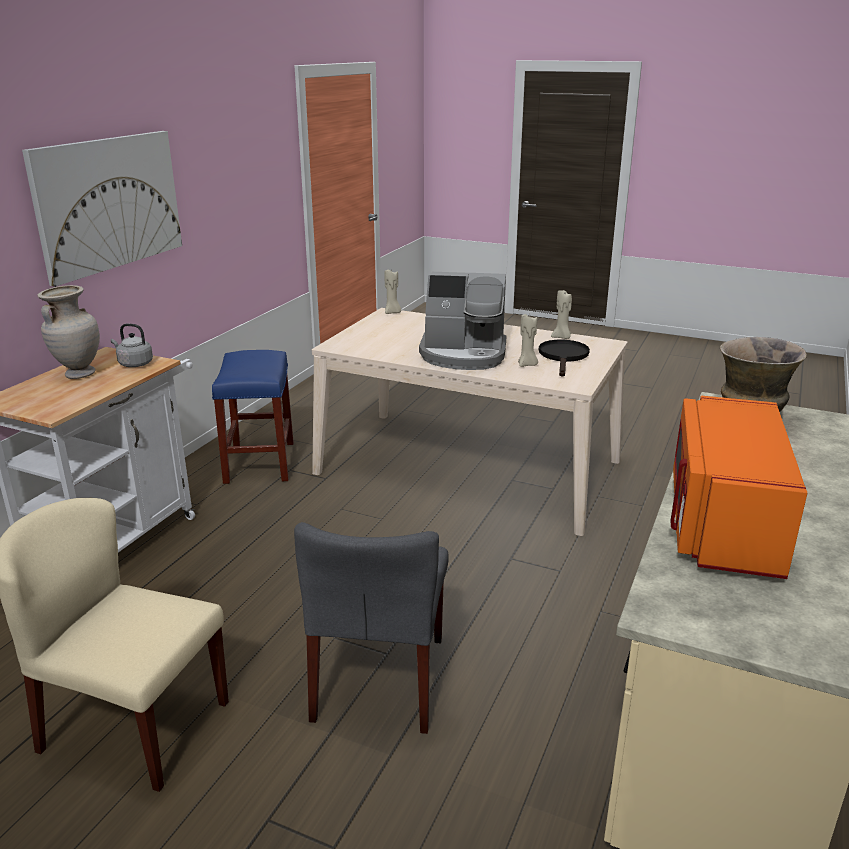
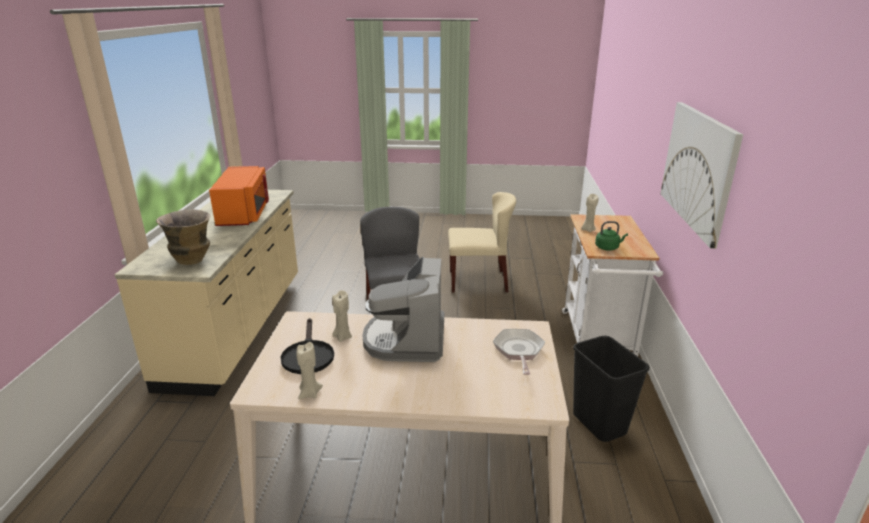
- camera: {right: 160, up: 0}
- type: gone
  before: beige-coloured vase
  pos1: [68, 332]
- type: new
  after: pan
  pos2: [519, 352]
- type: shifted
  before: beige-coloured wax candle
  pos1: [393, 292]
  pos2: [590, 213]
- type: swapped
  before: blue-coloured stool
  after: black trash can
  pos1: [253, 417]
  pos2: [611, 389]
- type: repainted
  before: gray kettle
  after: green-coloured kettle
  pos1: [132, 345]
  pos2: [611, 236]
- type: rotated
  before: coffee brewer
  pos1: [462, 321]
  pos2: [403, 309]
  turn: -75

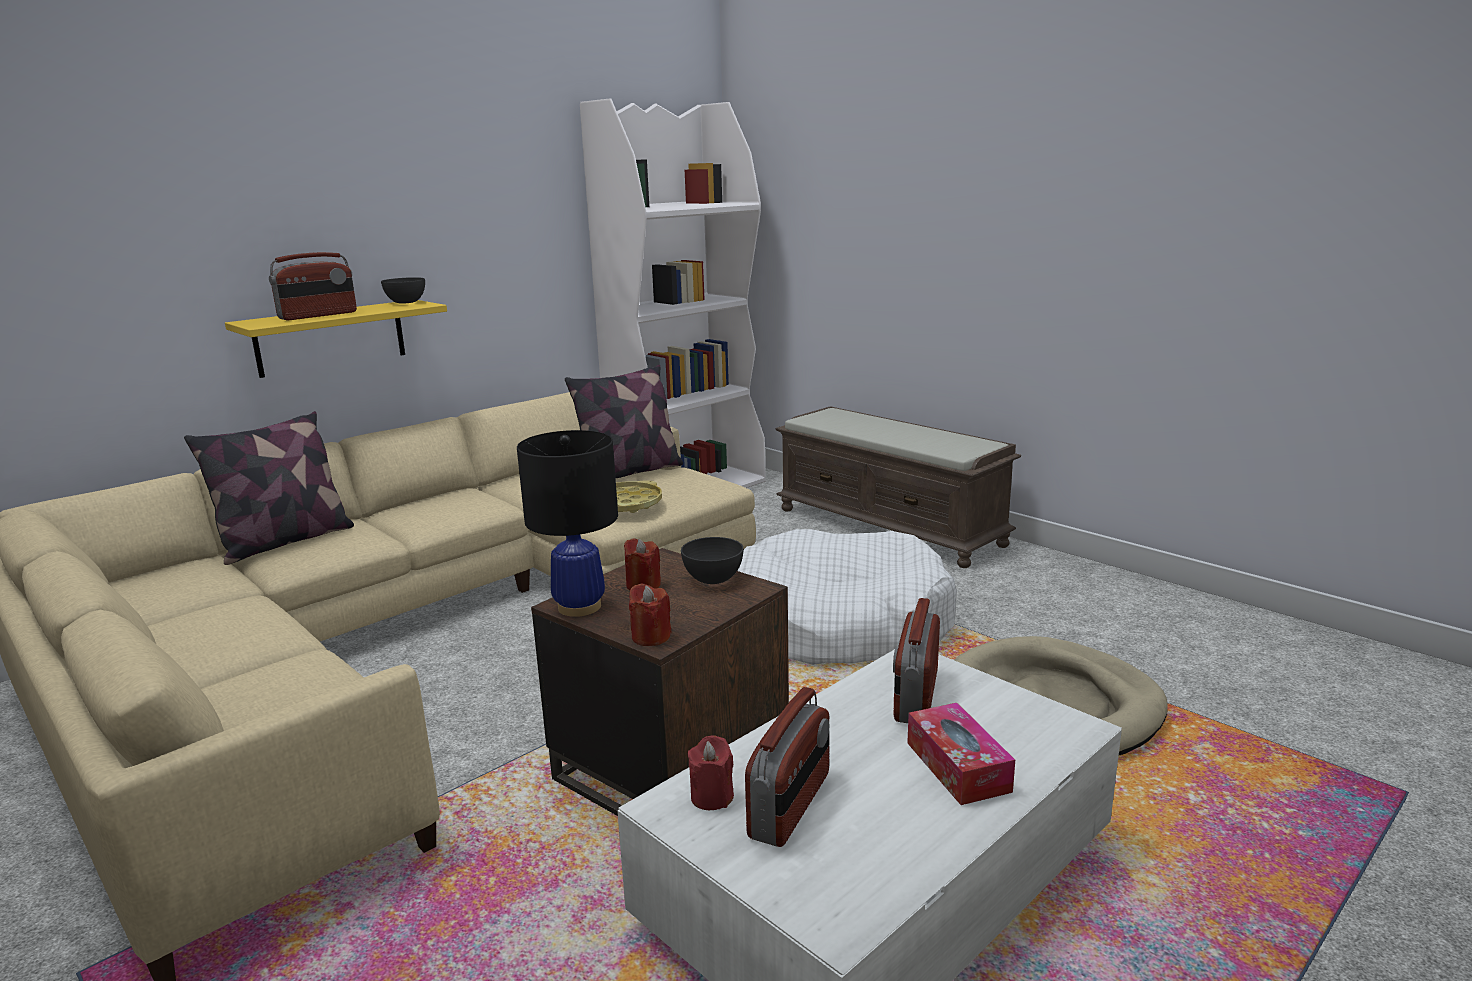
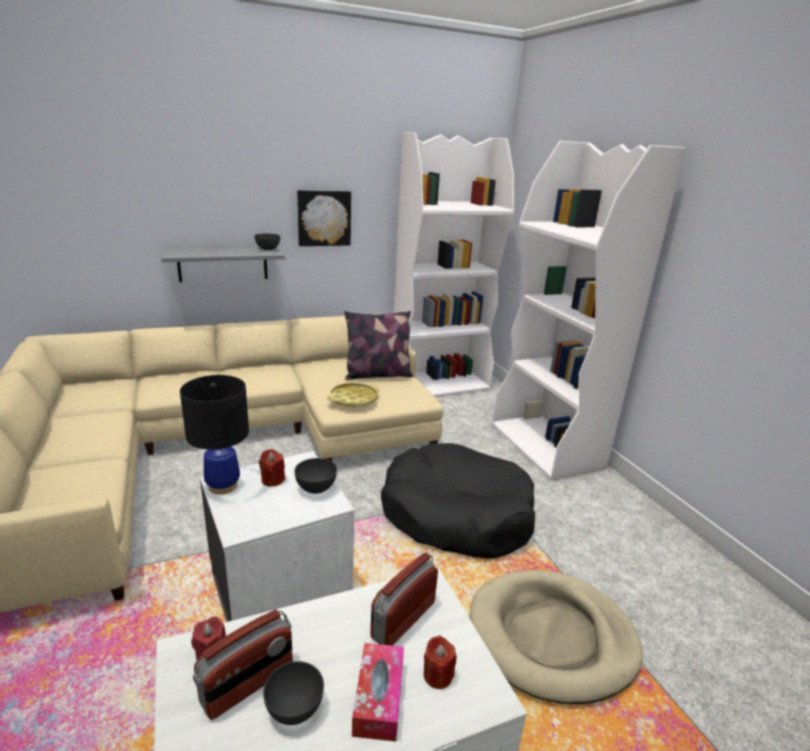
- camera: {right: 20, up: 5}
- type: gone
  before: throw pillow
  pos1: [269, 488]
- type: gone
  before: radio set
  pos1: [313, 286]
- type: new
  after: gray bowl
  pos2: [293, 693]
- type: new
  after: wall picture
  pos2: [324, 218]
- type: shifted
  before: reddish wax candle
  pos1: [650, 614]
  pos2: [440, 662]
- type: swapped
  before: brown long seat
  after: white bookcase
  pos1: [898, 487]
  pos2: [589, 311]
- type: repainted
  before: yellow-coloured wall shelf
  after: gray wall shelf
  pos1: [336, 339]
  pos2: [223, 264]
- type: repainted
  before: brown side table
  after: white side table
  pos1: [660, 682]
  pos2: [277, 536]
- type: repainted
  before: white pet bed
  after: black pet bed
  pos1: [847, 597]
  pos2: [458, 501]

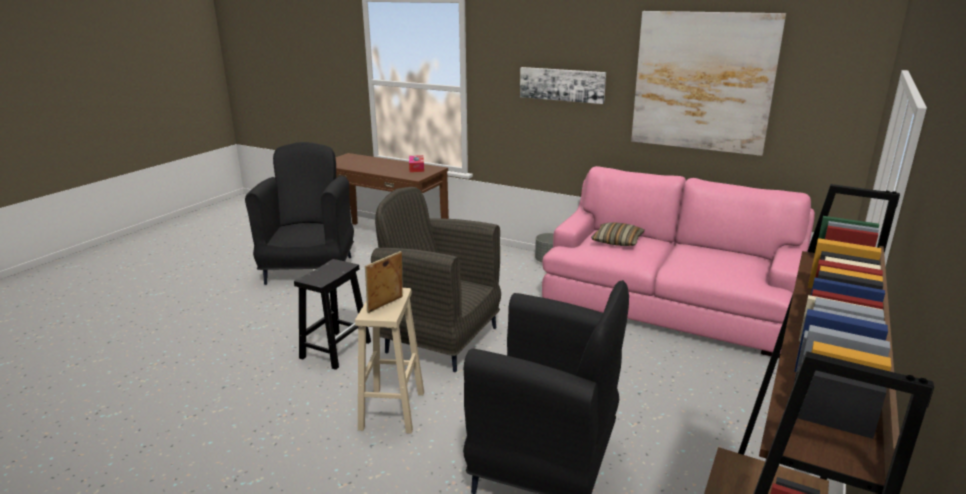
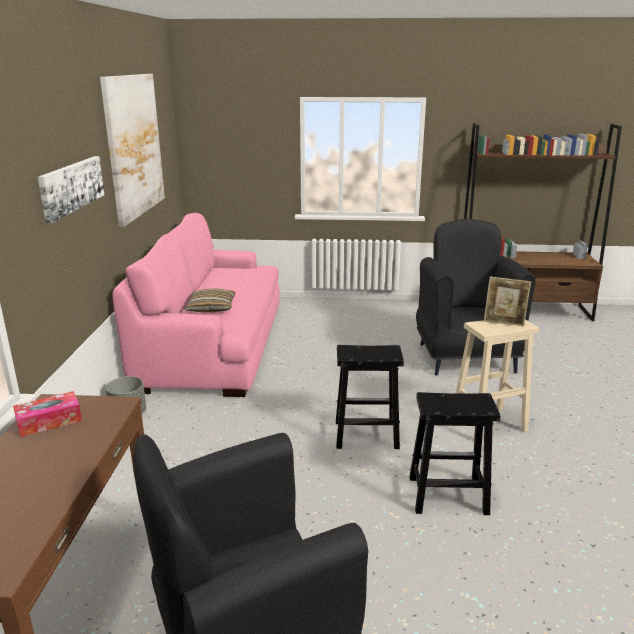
- camera: {right: -115, up: 0}
- type: swapped
  before: gray lounge chair
  after: black stool
  pos1: [436, 279]
  pos2: [370, 397]

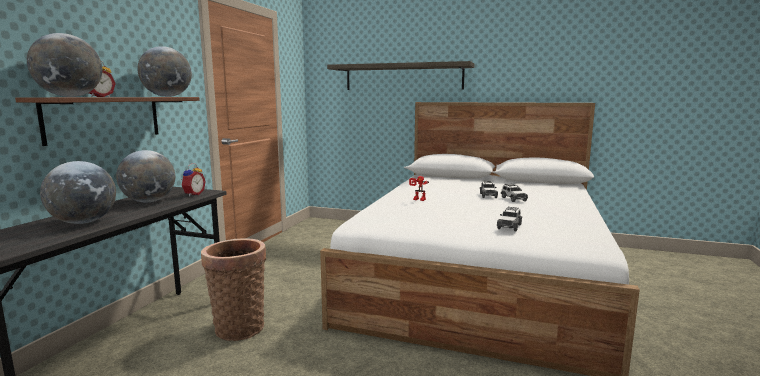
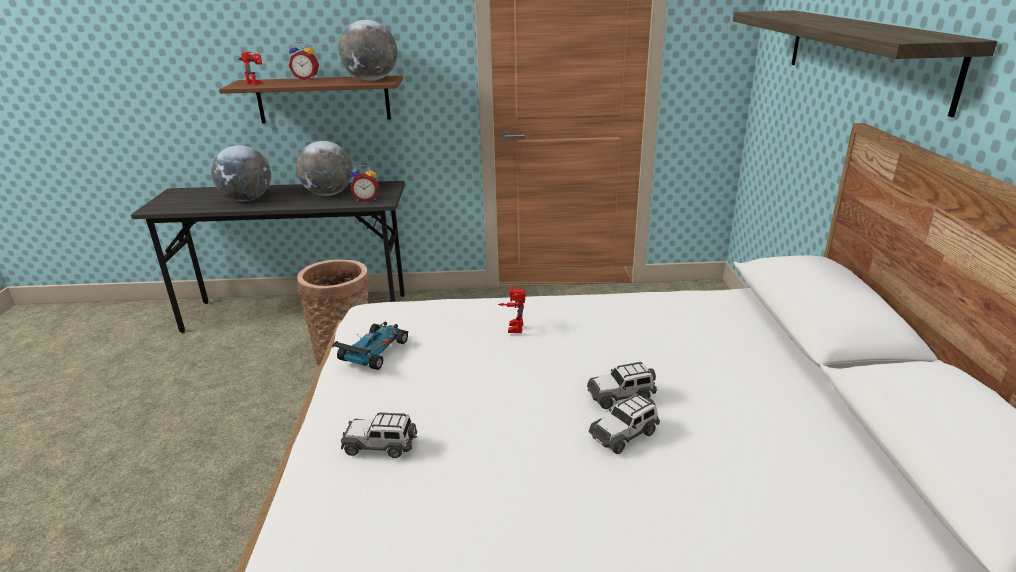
- camera: {right: 70, up: 15}
- type: new
  after: miniature car
  pos2: [370, 345]
- type: swapped
  before: globe
  after: model robot
  pos1: [64, 65]
  pos2: [250, 68]

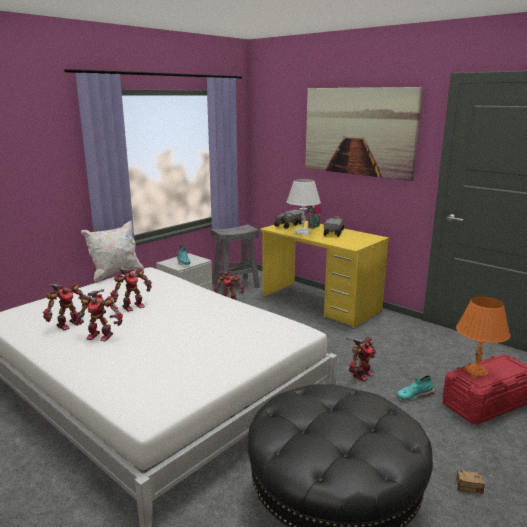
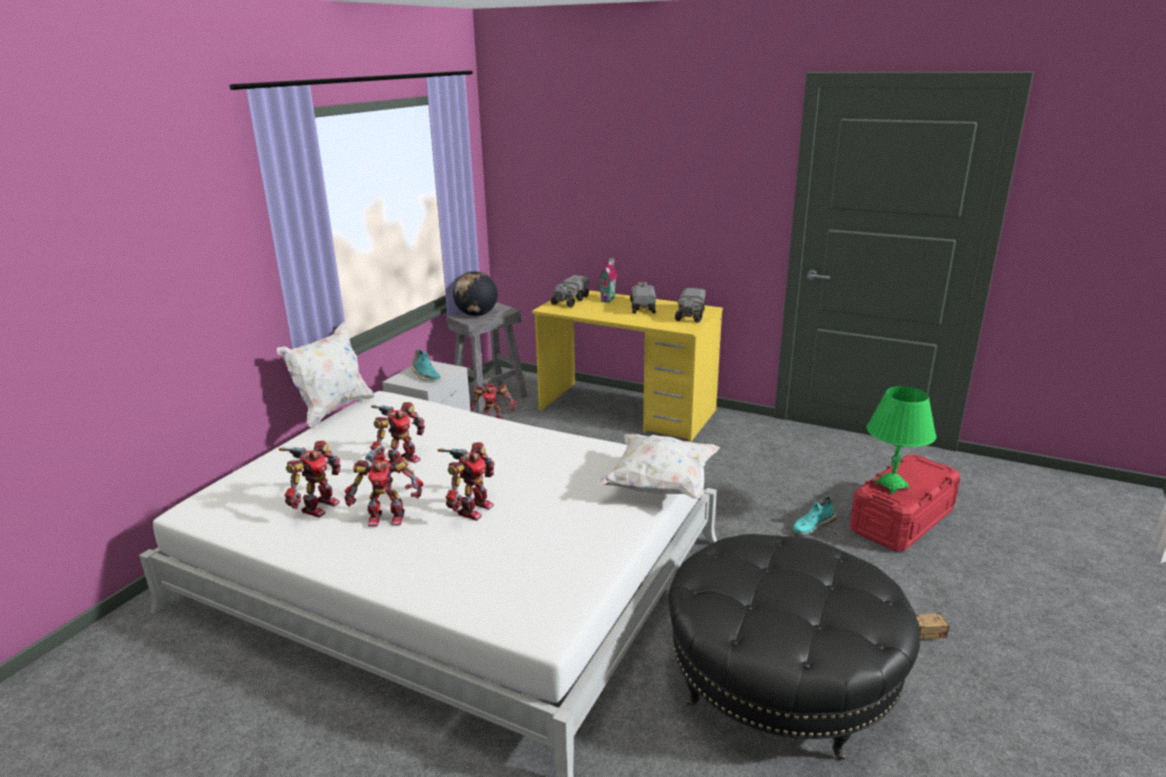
- camera: {right: -15, up: 5}
- type: gone
  before: white lamp for a table
  pos1: [304, 207]
- type: gone
  before: wall picture
  pos1: [363, 134]
- type: new
  after: globe
  pos2: [475, 293]
- type: new
  after: white throw pillow
  pos2: [659, 466]
- type: new
  after: toy lorry
  pos2: [690, 305]
- type: shifted
  before: model robot
  pos1: [361, 359]
  pos2: [466, 481]
- type: repainted
  before: orange lamp for a table
  after: green-coloured lamp for a table
  pos1: [483, 337]
  pos2: [901, 440]

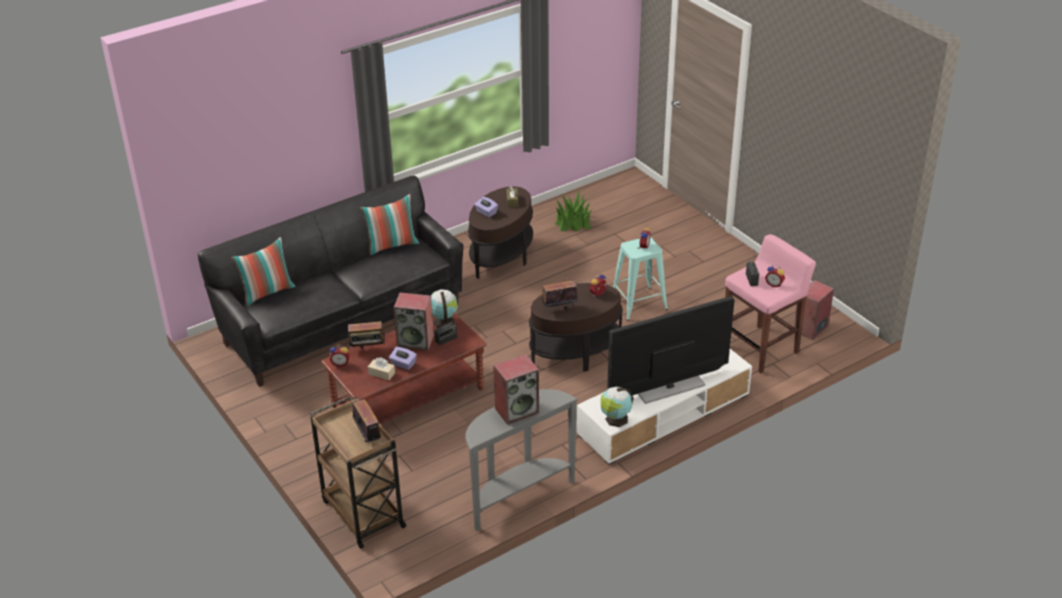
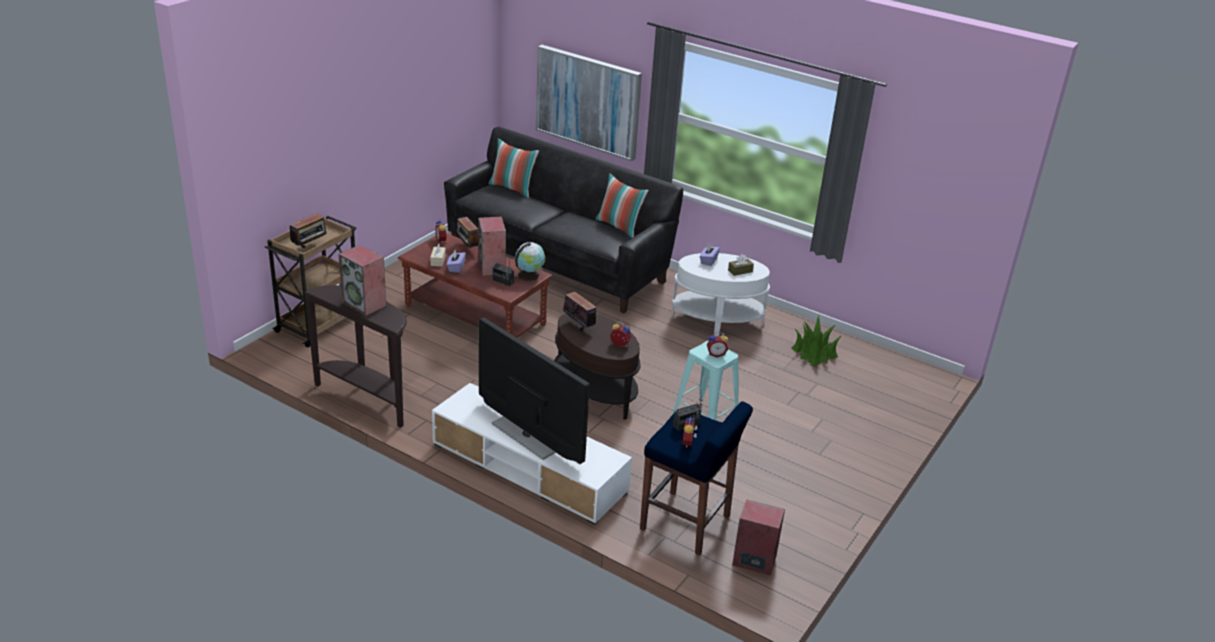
- camera: {right: 65, up: -5}
- type: gone
  before: globe
  pos1: [617, 407]
- type: new
  after: wall picture
  pos2: [589, 103]
- type: repainted
  before: gray narrow table
  after: brown narrow table
  pos1: [521, 460]
  pos2: [355, 356]
- type: repainted
  before: brown side table
  after: white side table
  pos1: [500, 232]
  pos2: [721, 294]
- type: repainted
  before: pink stool
  after: blue-coloured stool
  pos1: [770, 303]
  pos2: [696, 478]

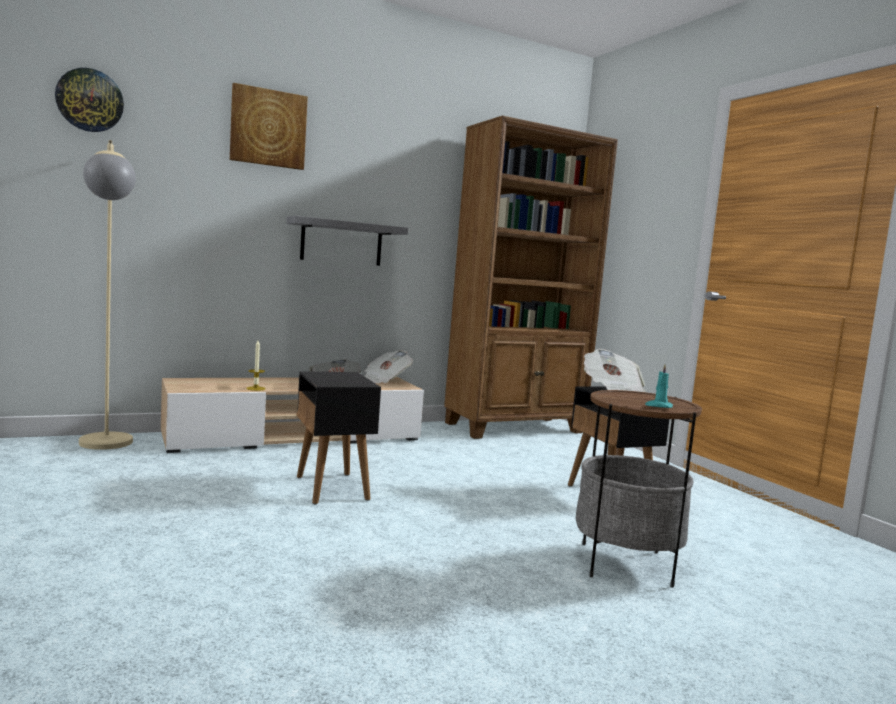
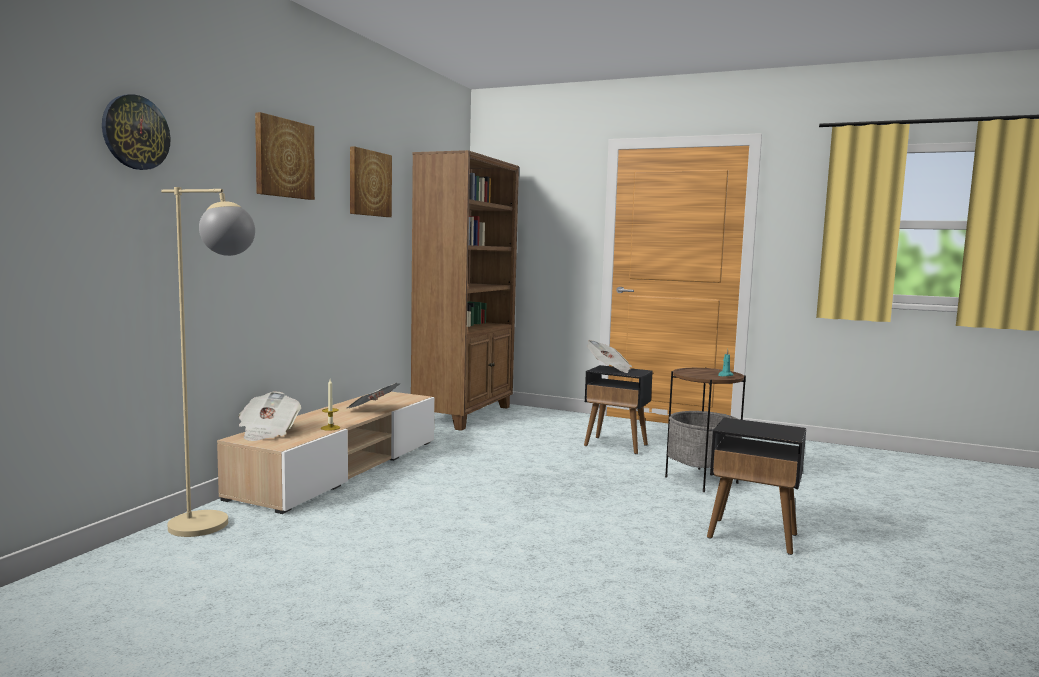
- camera: {right: -40, up: 0}
- type: gone
  before: gray wall shelf
  pos1: [347, 241]
- type: new
  after: wall picture
  pos2: [371, 182]
- type: shifted
  before: black side table
  pos1: [338, 437]
  pos2: [756, 486]
- type: shifted
  before: printed paper
  pos1: [388, 367]
  pos2: [269, 416]

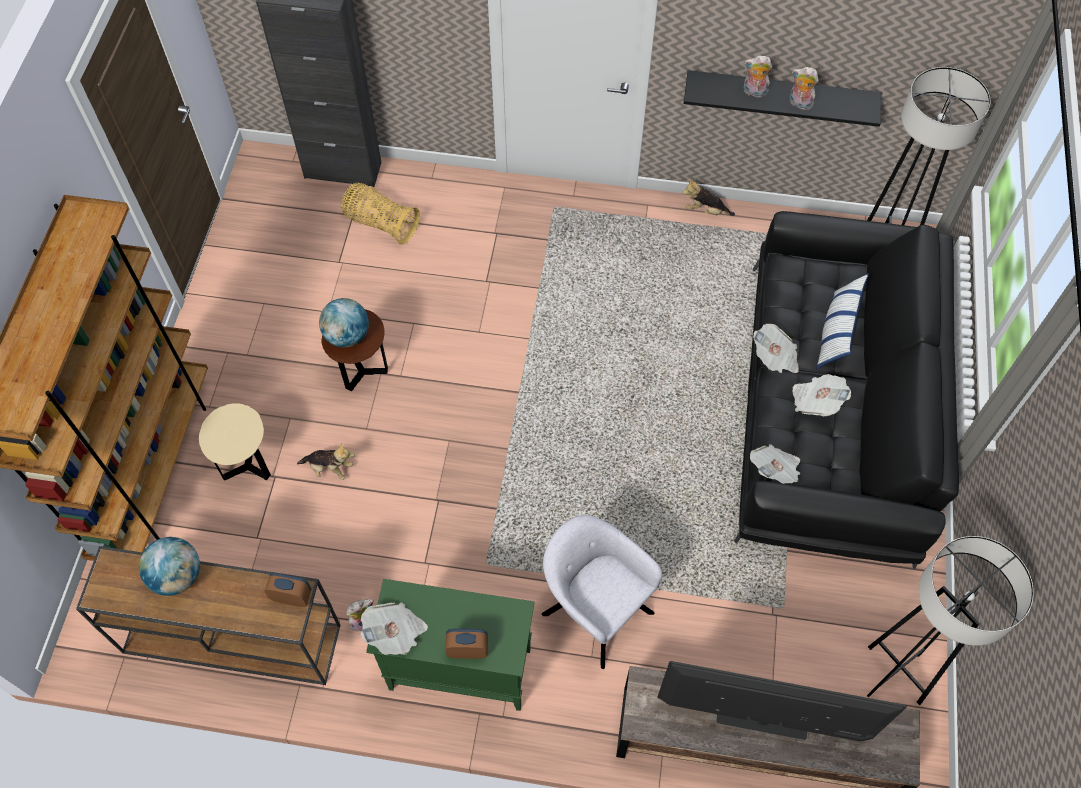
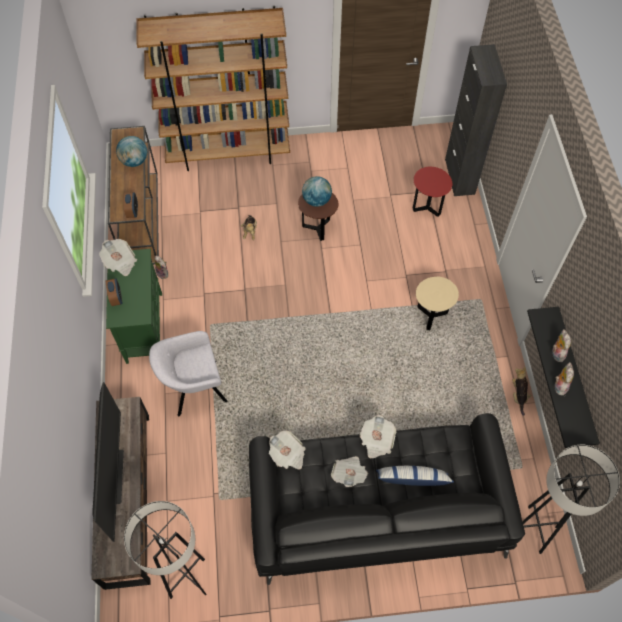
- camera: {right: 75, up: 0}
- type: shifted
  before: beige-coloured side table
  pos1: [235, 441]
  pos2: [437, 303]
- type: swapped
  before: storage basket
  after: reddish side table
  pos1: [380, 214]
  pos2: [433, 191]
- type: rotated
  before: gray lounge chair
  pos1: [602, 592]
  pos2: [188, 373]
  turn: -135

